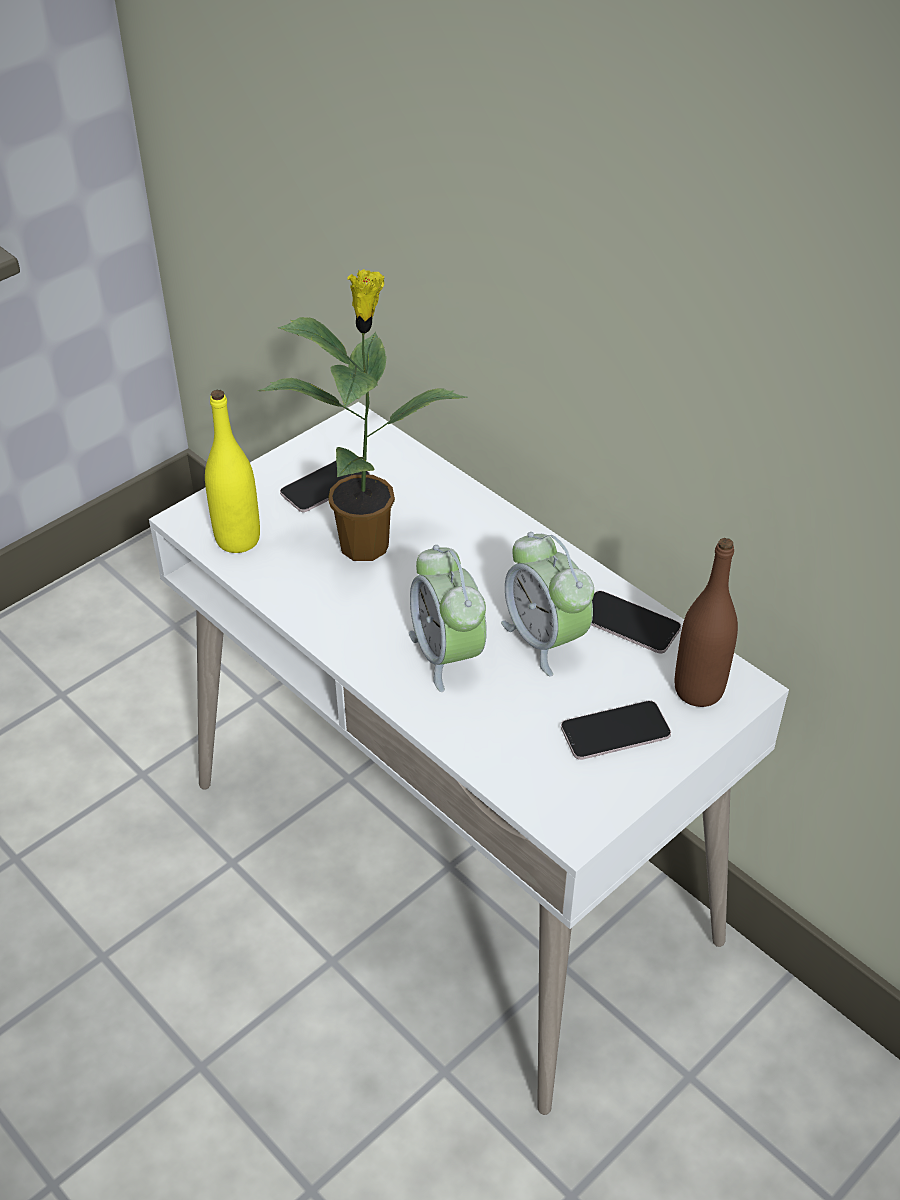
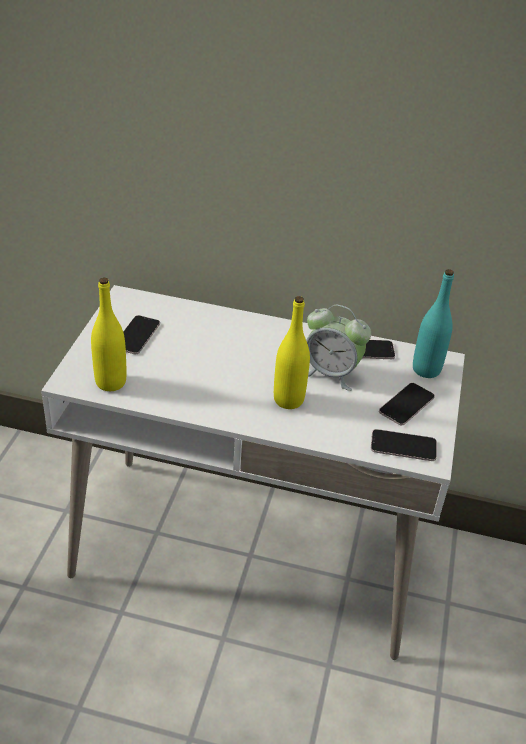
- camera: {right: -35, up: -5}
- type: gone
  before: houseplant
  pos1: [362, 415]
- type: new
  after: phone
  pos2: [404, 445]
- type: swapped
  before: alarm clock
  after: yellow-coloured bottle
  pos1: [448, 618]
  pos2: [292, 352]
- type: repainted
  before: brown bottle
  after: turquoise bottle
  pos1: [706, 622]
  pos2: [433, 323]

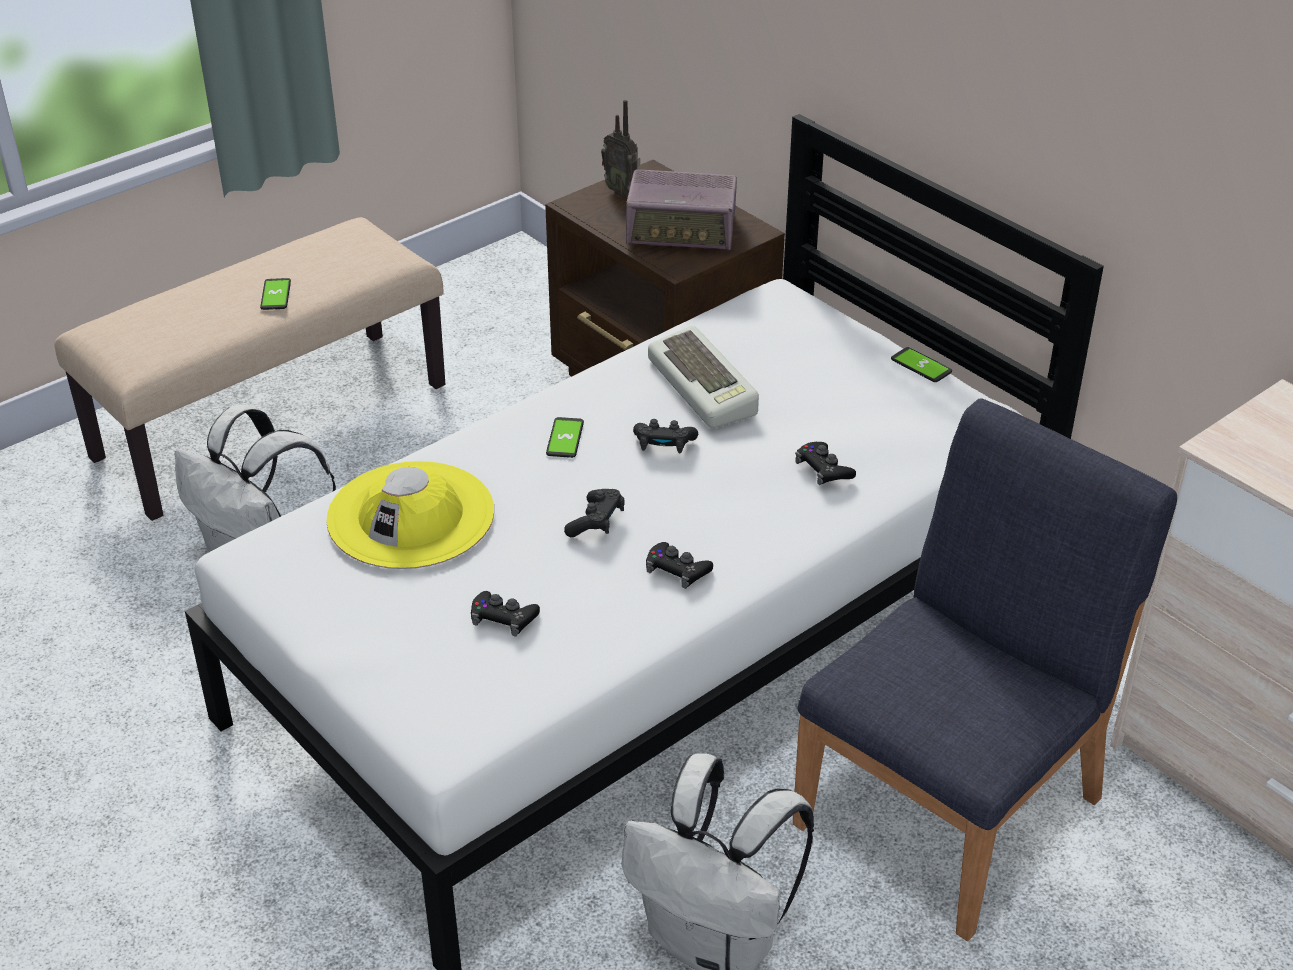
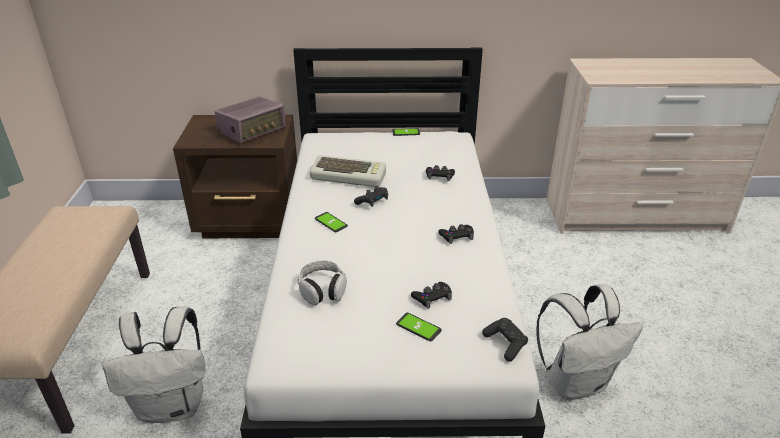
- camera: {right: -50, up: -5}
- type: gone
  before: radio set
  pos1: [620, 148]
- type: gone
  before: blue-coloured upright chair
  pos1: [985, 669]
- type: shifted
  before: phone
  pos1: [275, 294]
  pos2: [419, 327]
- type: shifted
  before: black game controller
  pos1: [594, 513]
  pos2: [505, 340]
- type: swapped
  before: yellow-coloured hat
  after: pair of headphones
  pos1: [410, 515]
  pos2: [322, 283]

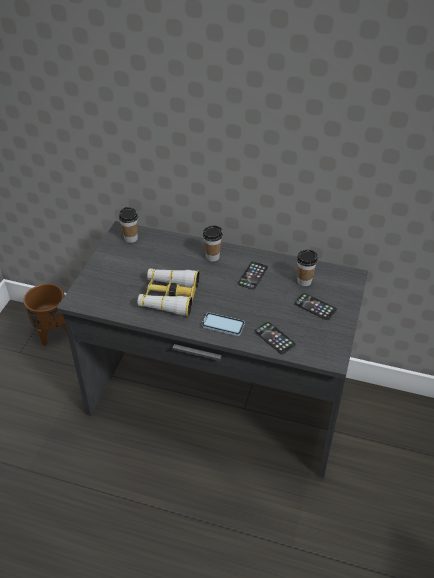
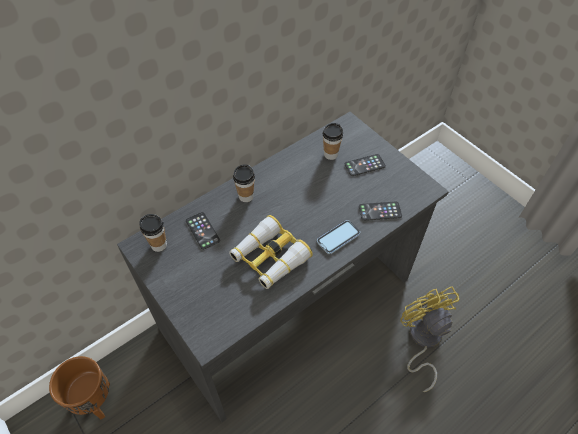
- camera: {right: -55, up: 10}
- type: new
  after: yellow-coloured fan
  pos2: [429, 339]
- type: shifted
  before: phone
  pos1: [253, 275]
  pos2: [203, 231]

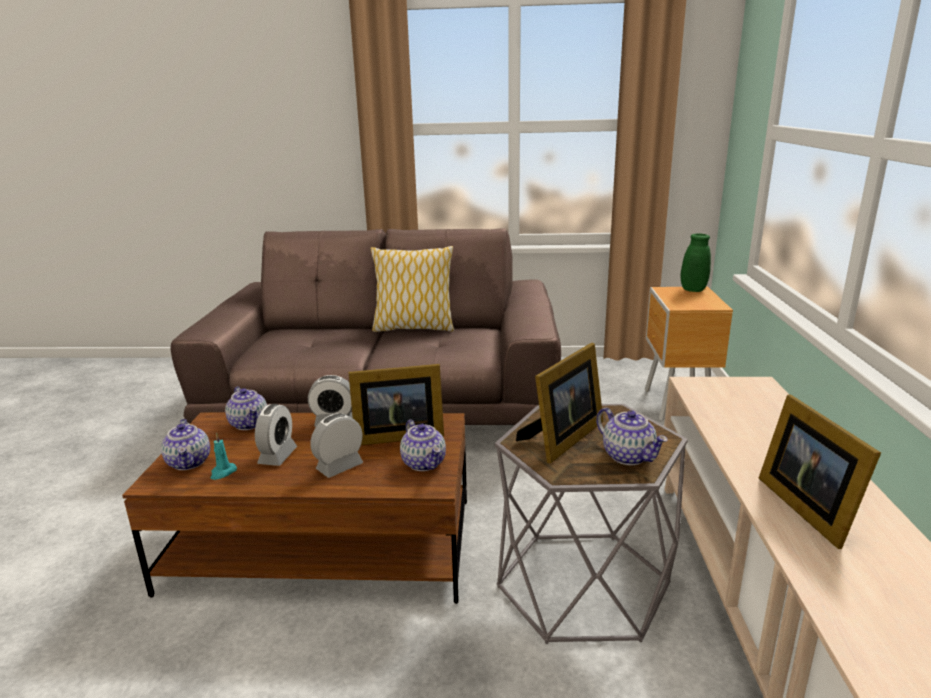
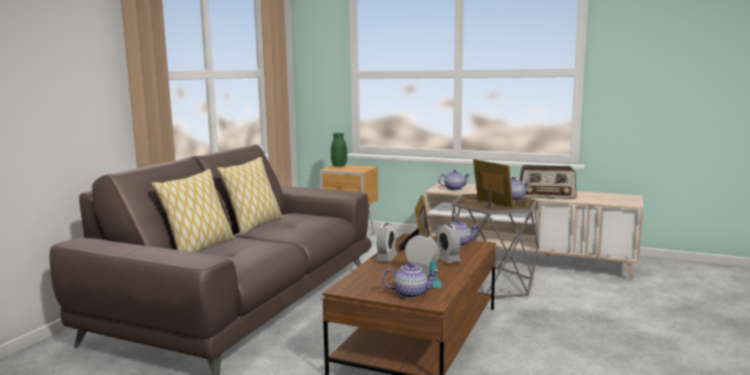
- camera: {right: -70, up: -10}
- type: new
  after: throw pillow
  pos2: [193, 211]
- type: shifted
  before: pot for tea
  pos1: [246, 408]
  pos2: [454, 180]
- type: swapped
  before: photo frame
  after: radio set
  pos1: [820, 471]
  pos2: [548, 182]

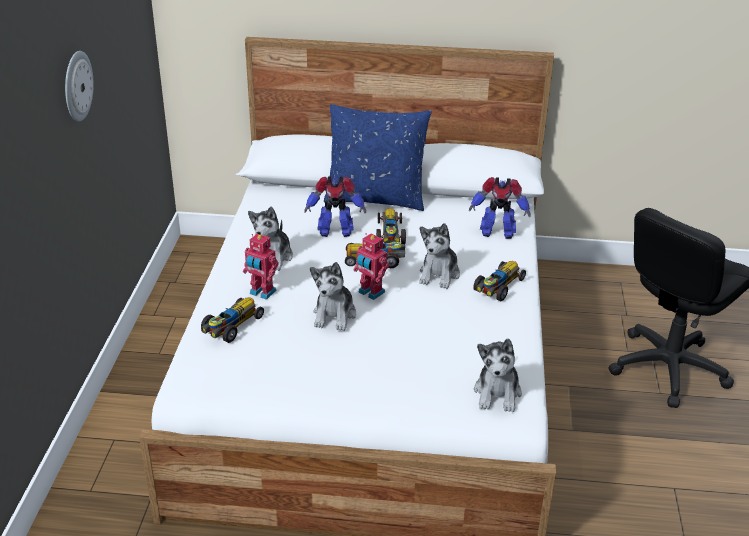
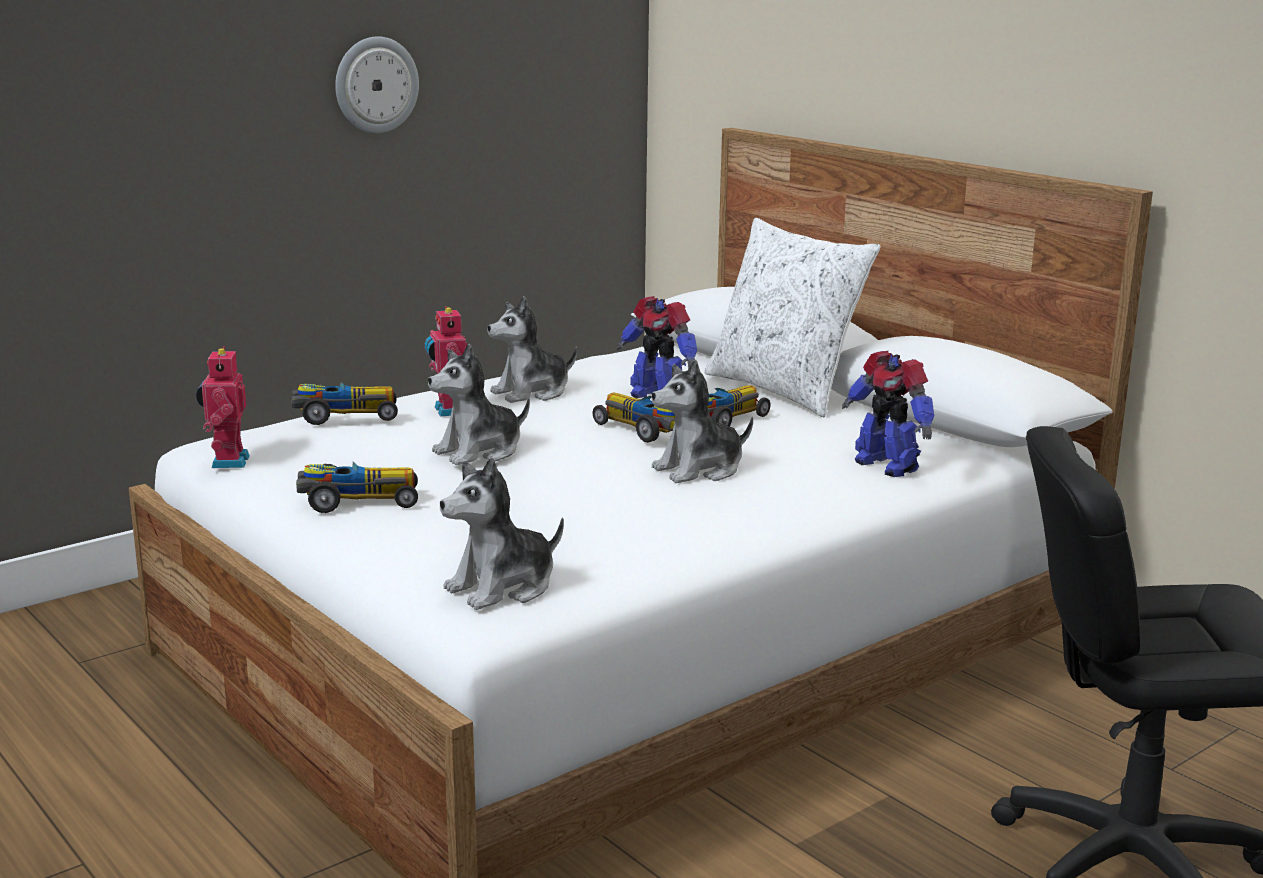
- camera: {right: 45, up: -15}
- type: shifted
  before: model robot
  pos1: [371, 266]
  pos2: [223, 407]
- type: shifted
  before: miniature car
  pos1: [499, 281]
  pos2: [357, 487]
- type: repainted
  before: blue-coloured throw pillow
  after: white throw pillow
  pos1: [378, 157]
  pos2: [793, 317]

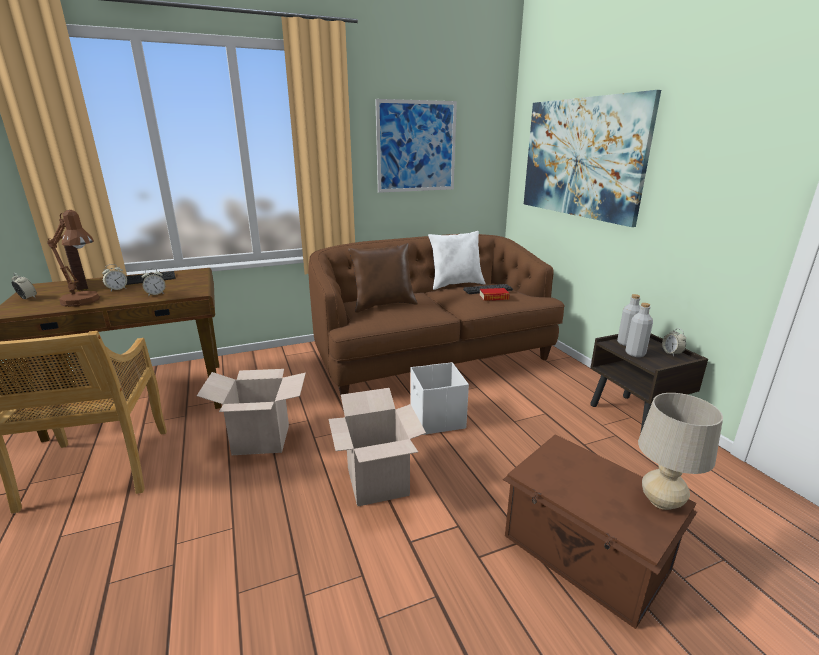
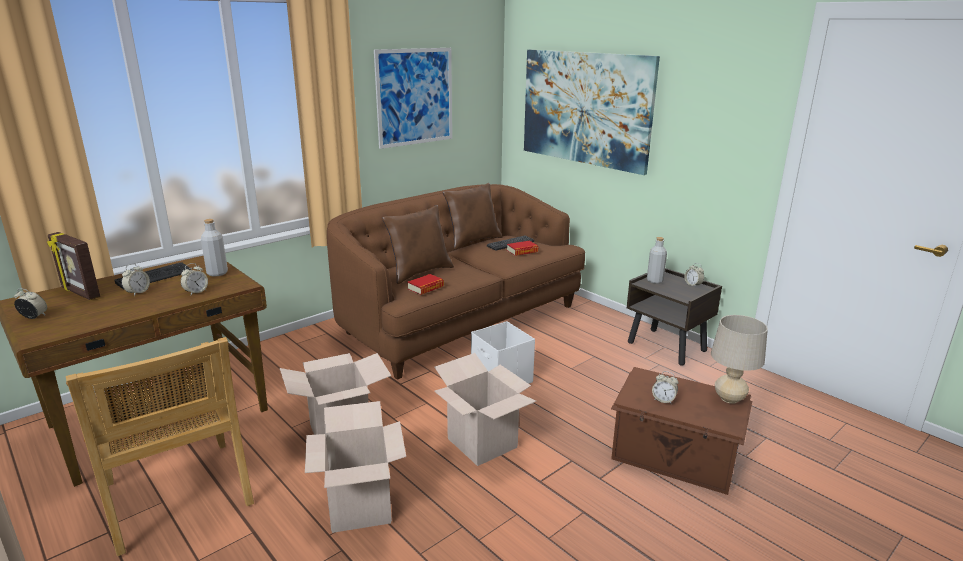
- camera: {right: -20, up: 0}
- type: gone
  before: brown lamp for a table
  pos1: [73, 258]
- type: new
  after: packing box
  pos2: [355, 467]
- type: new
  after: bound book
  pos2: [425, 284]
- type: new
  after: alarm clock
  pos2: [665, 387]
- type: shifted
  before: gray bottle
  pos1: [639, 330]
  pos2: [214, 248]
- type: repainted
  before: white throw pillow
  after: brown throw pillow
  pos1: [457, 260]
  pos2: [472, 216]

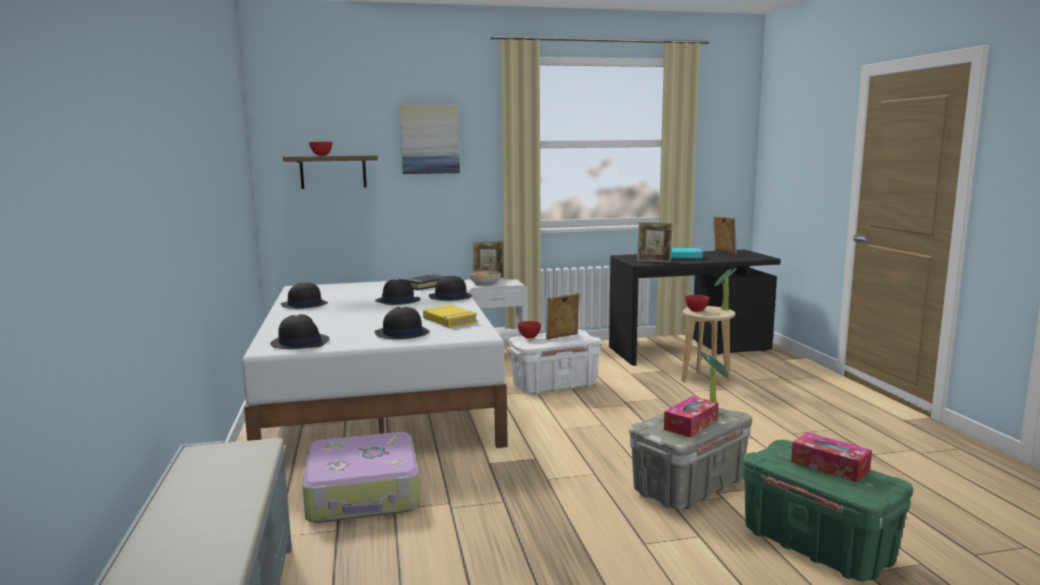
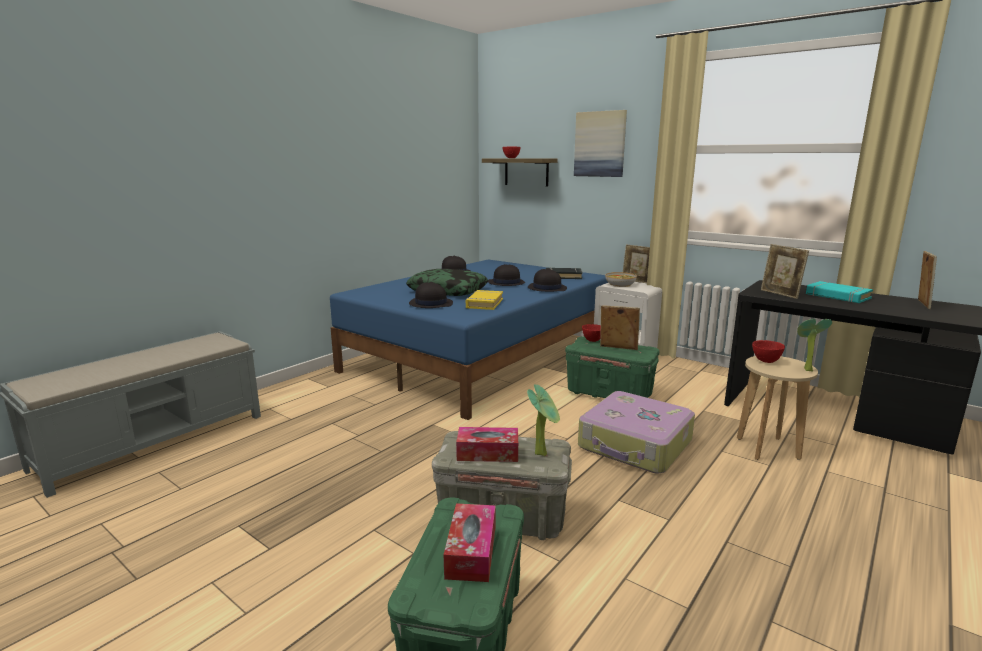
- camera: {right: 50, up: 5}
- type: gone
  before: black hat
  pos1: [300, 331]
- type: new
  after: throw pillow
  pos2: [447, 282]
- type: shifted
  before: piece of luggage
  pos1: [361, 477]
  pos2: [636, 432]
- type: repainted
  before: white bed
  after: blue-coloured bed
  pos1: [375, 364]
  pos2: [469, 339]
- type: repainted
  before: white storage bin
  after: green-coloured storage bin
  pos1: [555, 362]
  pos2: [612, 367]

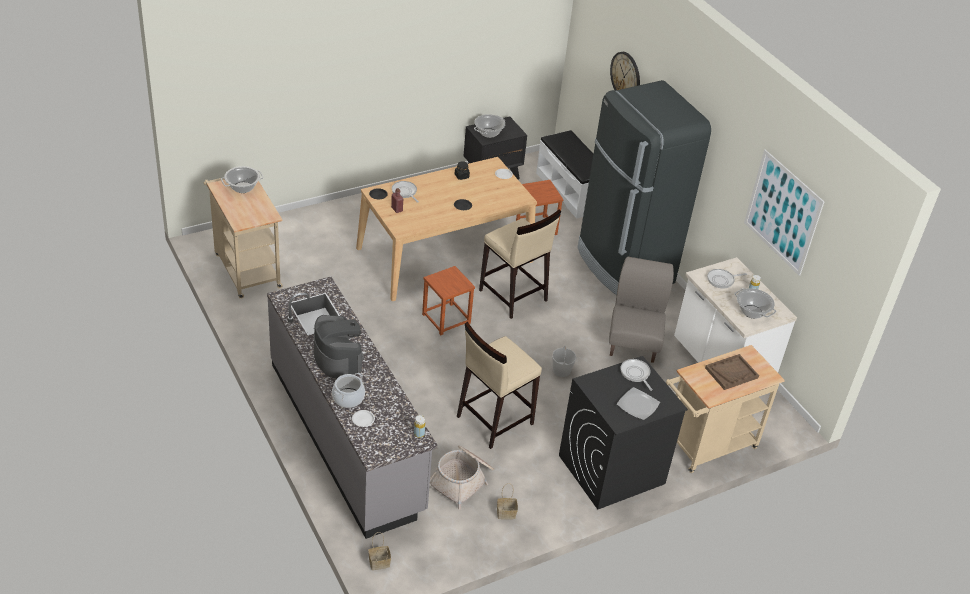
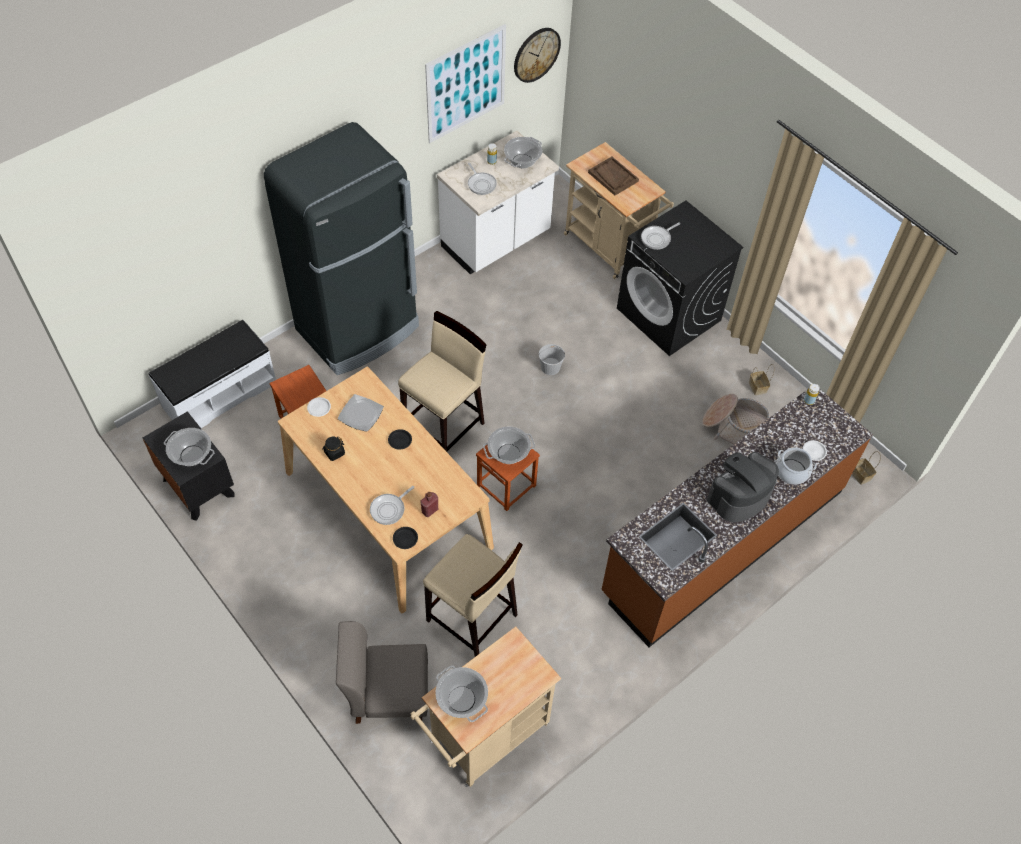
- camera: {right: -100, up: 15}
- type: new
  after: cooking pot
  pos2: [509, 445]
- type: shifted
  before: beige-coloured stool
  pos1: [499, 385]
  pos2: [473, 595]
- type: shifted
  before: gray upright chair
  pos1: [641, 310]
  pos2: [382, 672]
- type: shifted
  before: hanging clock
  pos1: [625, 71]
  pos2: [537, 55]
- type: shifted
  before: flat dish
  pos1: [638, 403]
  pos2: [361, 413]
- type: repainted
  before: gray kitchen base unit
  after: brown kitchen base unit
  pos1: [352, 408]
  pos2: [737, 518]

